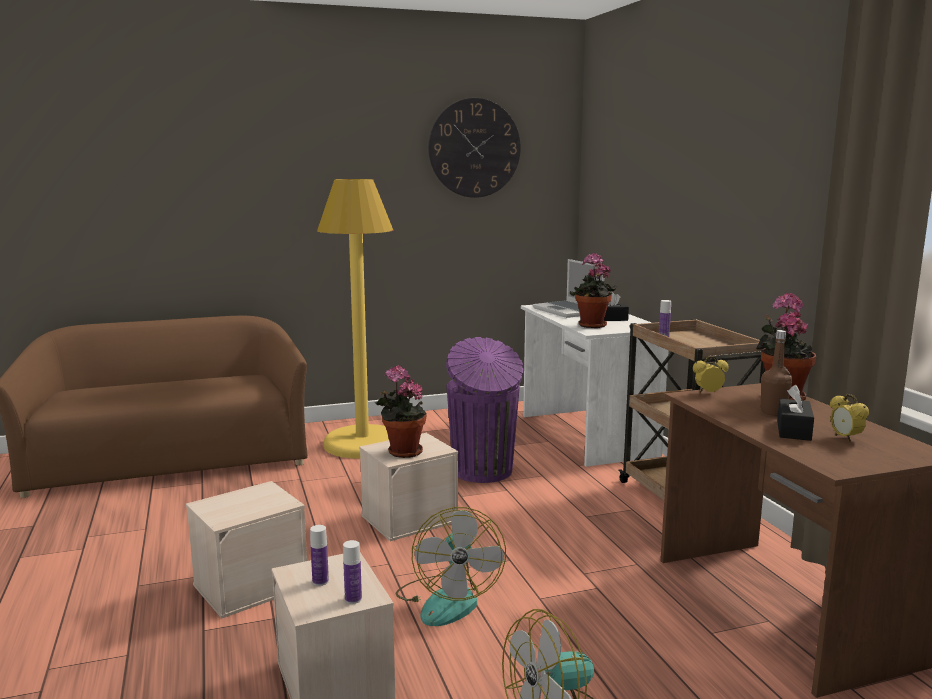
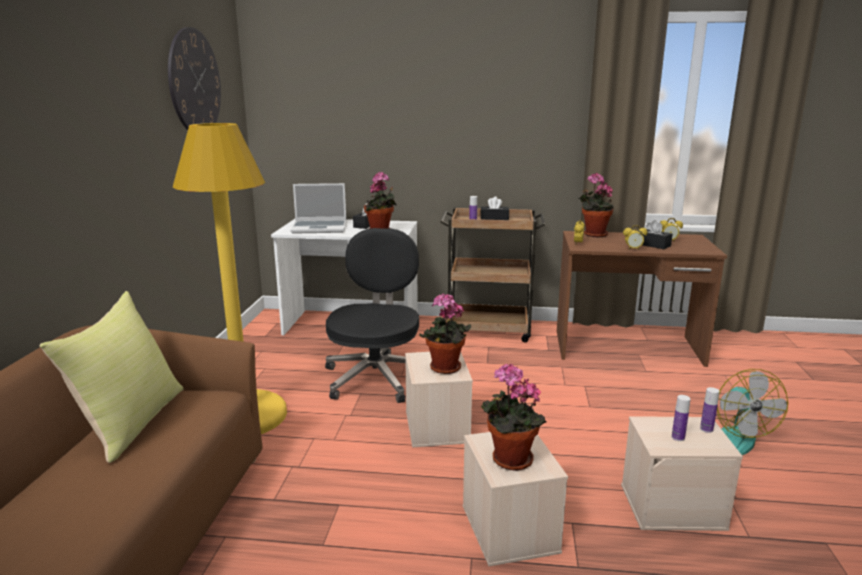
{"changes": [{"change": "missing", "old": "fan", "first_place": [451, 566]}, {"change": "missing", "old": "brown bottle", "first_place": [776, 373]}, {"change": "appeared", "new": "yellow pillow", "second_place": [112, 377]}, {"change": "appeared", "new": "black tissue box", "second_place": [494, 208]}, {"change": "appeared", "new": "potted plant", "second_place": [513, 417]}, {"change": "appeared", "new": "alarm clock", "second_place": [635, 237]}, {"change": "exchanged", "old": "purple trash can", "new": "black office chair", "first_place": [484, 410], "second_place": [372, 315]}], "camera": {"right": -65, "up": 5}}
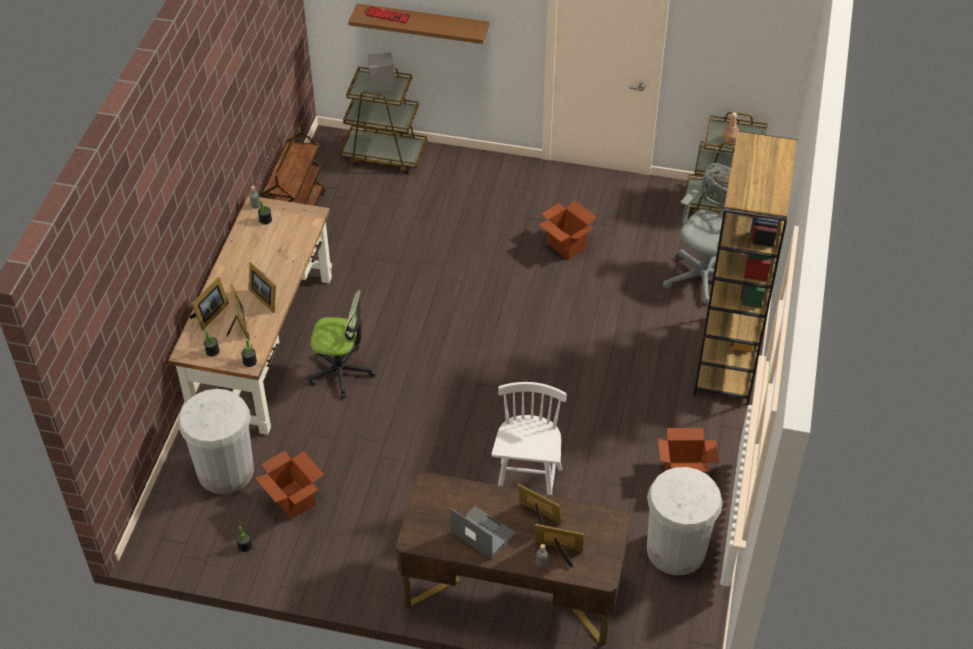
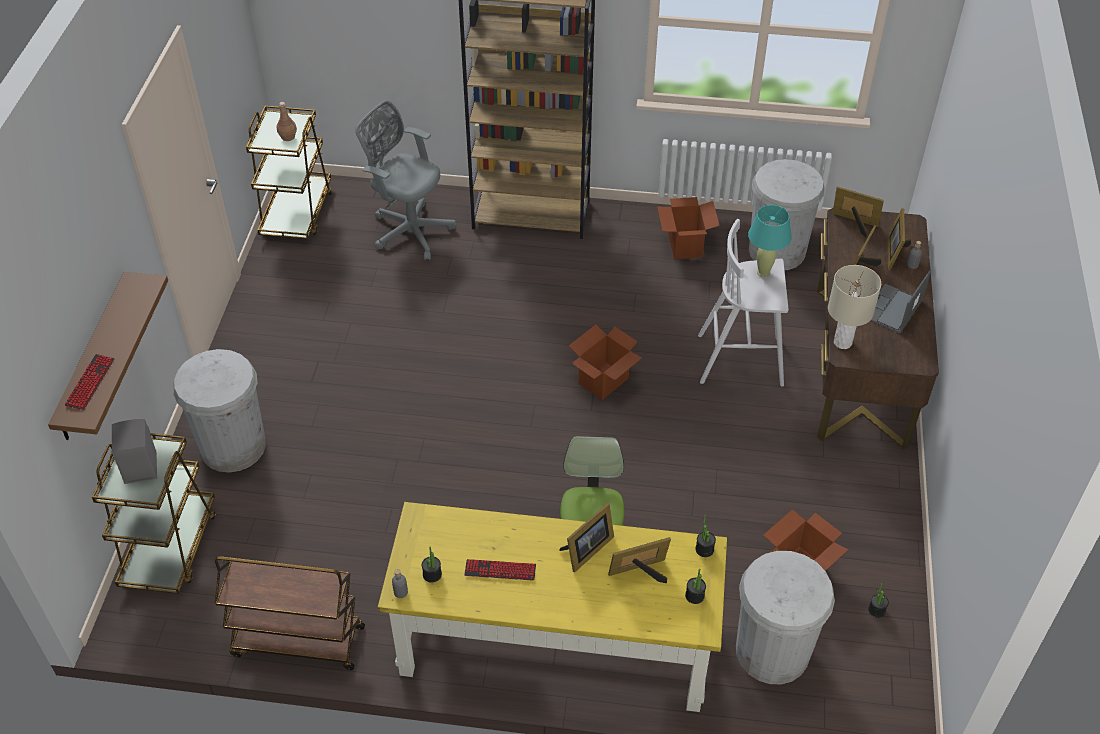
{"changes": [{"change": "appeared", "new": "white trash can", "second_place": [219, 411]}, {"change": "appeared", "new": "keyboard", "second_place": [500, 570]}, {"change": "appeared", "new": "turquoise table lamp", "second_place": [770, 241]}, {"change": "appeared", "new": "beige table lamp", "second_place": [854, 307]}, {"change": "relocated", "old": "picture frame", "first_place": [209, 303], "second_place": [858, 211]}, {"change": "relocated", "old": "cardboard box", "first_place": [568, 230], "second_place": [605, 362]}, {"change": "colour", "old": "brown desk", "new": "yellow desk", "first_place": [250, 315], "second_place": [552, 607]}], "camera": {"right": -95, "up": 0}}
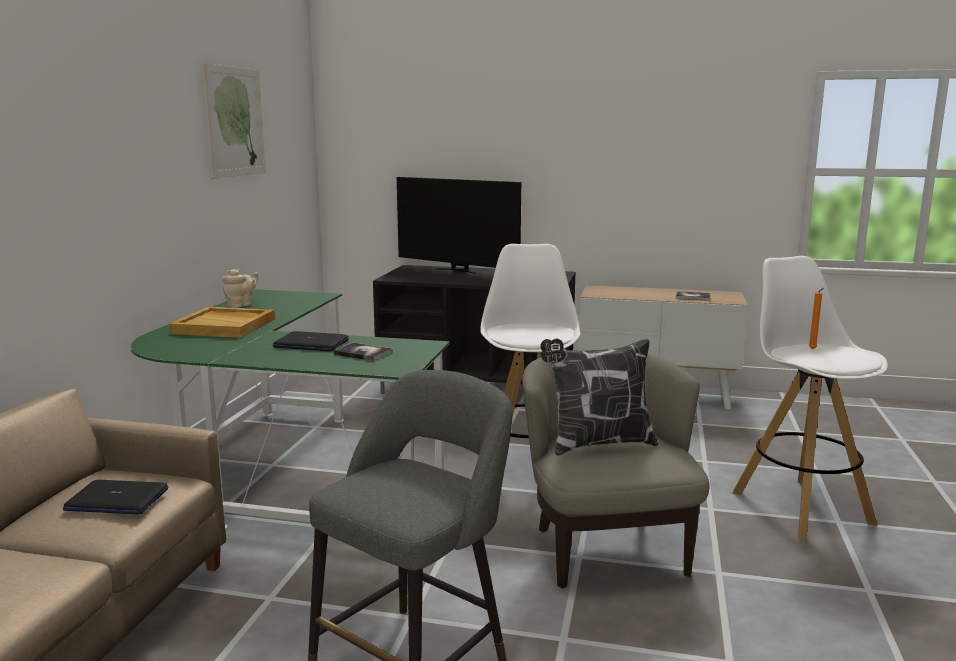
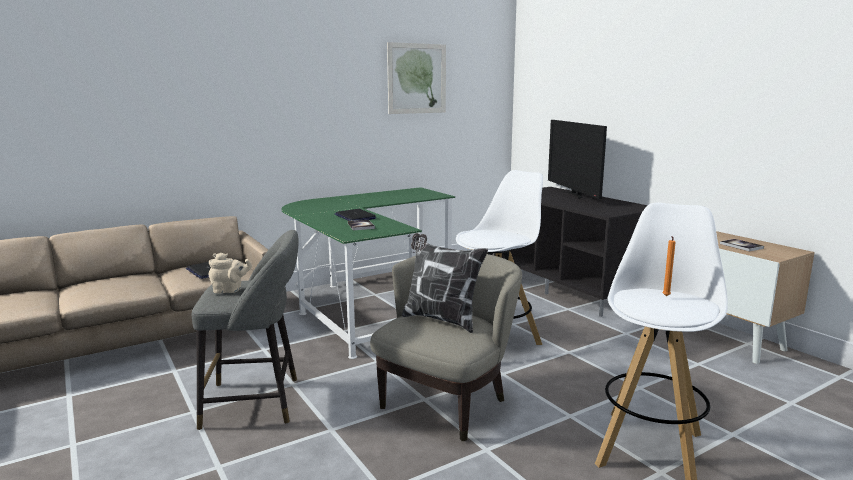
{"changes": [{"change": "missing", "old": "beige tray", "first_place": [222, 322]}, {"change": "relocated", "old": "beige teapot", "first_place": [240, 288], "second_place": [230, 273]}], "camera": {"right": 45, "up": 0}}
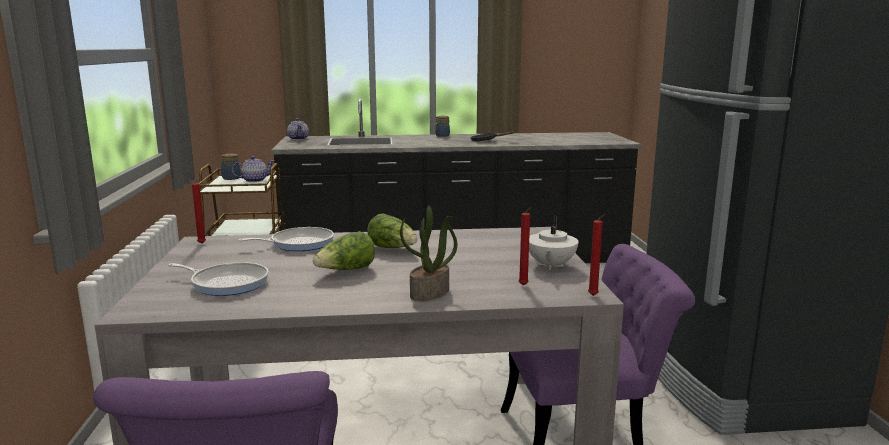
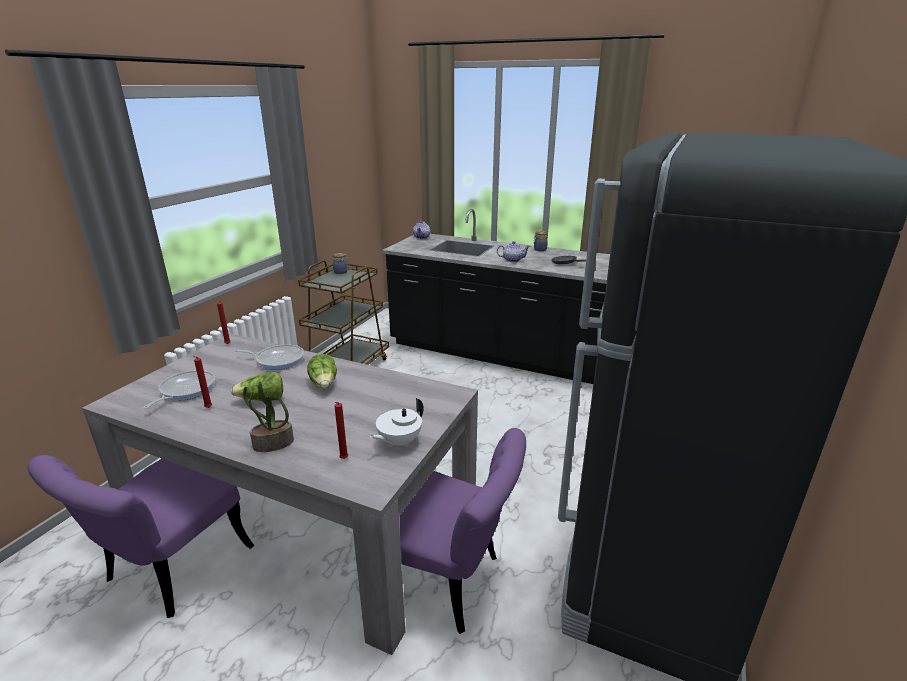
{"changes": [{"change": "relocated", "old": "teapot", "first_place": [253, 169], "second_place": [513, 251]}, {"change": "relocated", "old": "red candle", "first_place": [596, 255], "second_place": [202, 382]}, {"change": "spun", "old": "frying pan", "first_place": [218, 279], "second_place": [179, 389], "degrees": -120}], "camera": {"right": 30, "up": 10}}
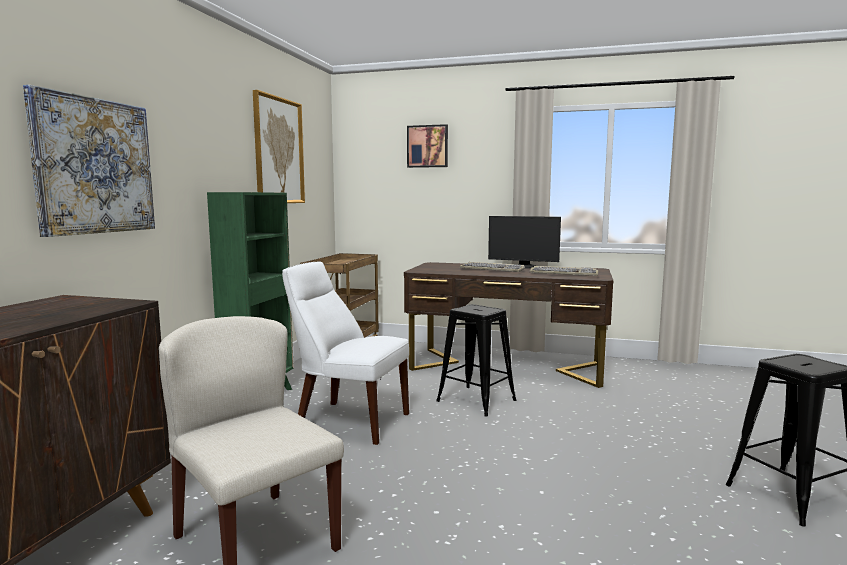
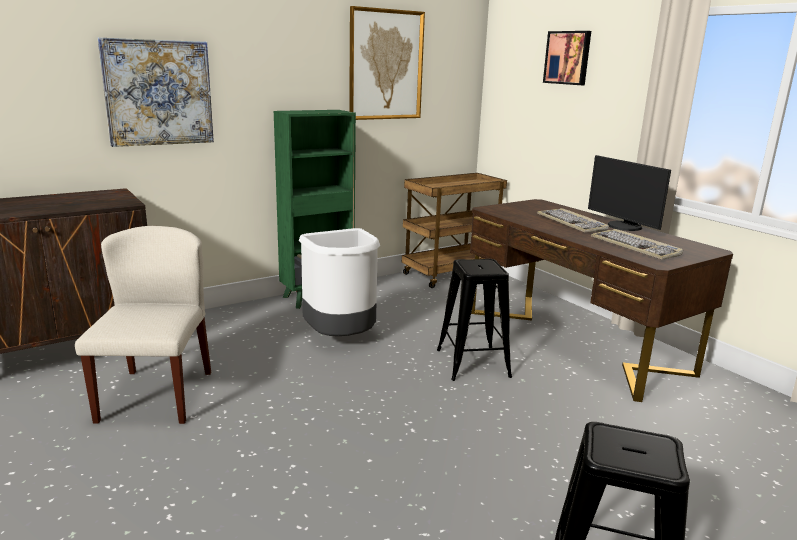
{"changes": [{"change": "exchanged", "old": "white chair", "new": "white trash can", "first_place": [345, 353], "second_place": [339, 284]}], "camera": {"right": 40, "up": 10}}
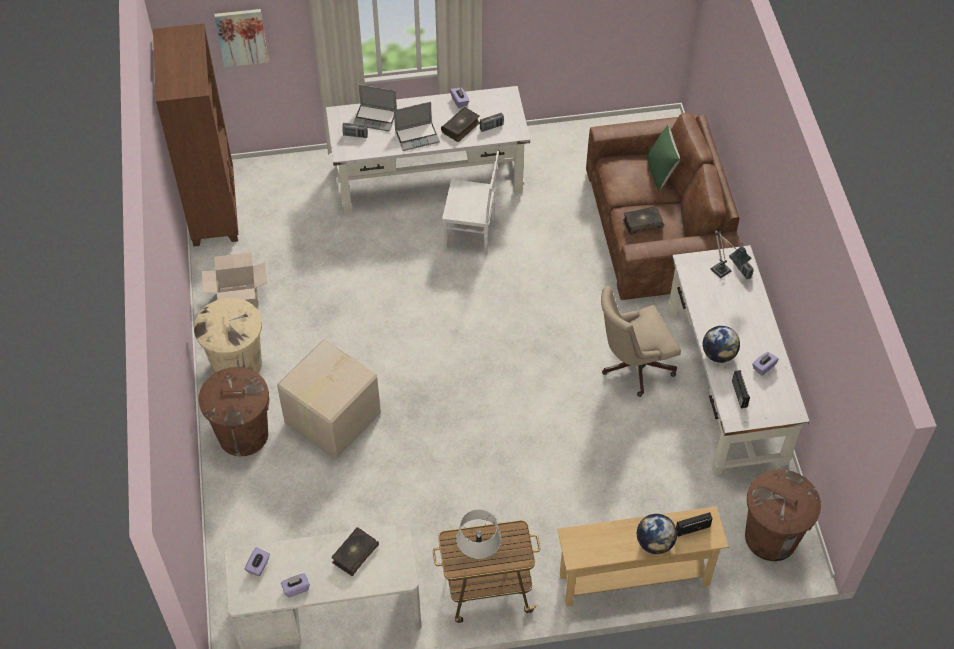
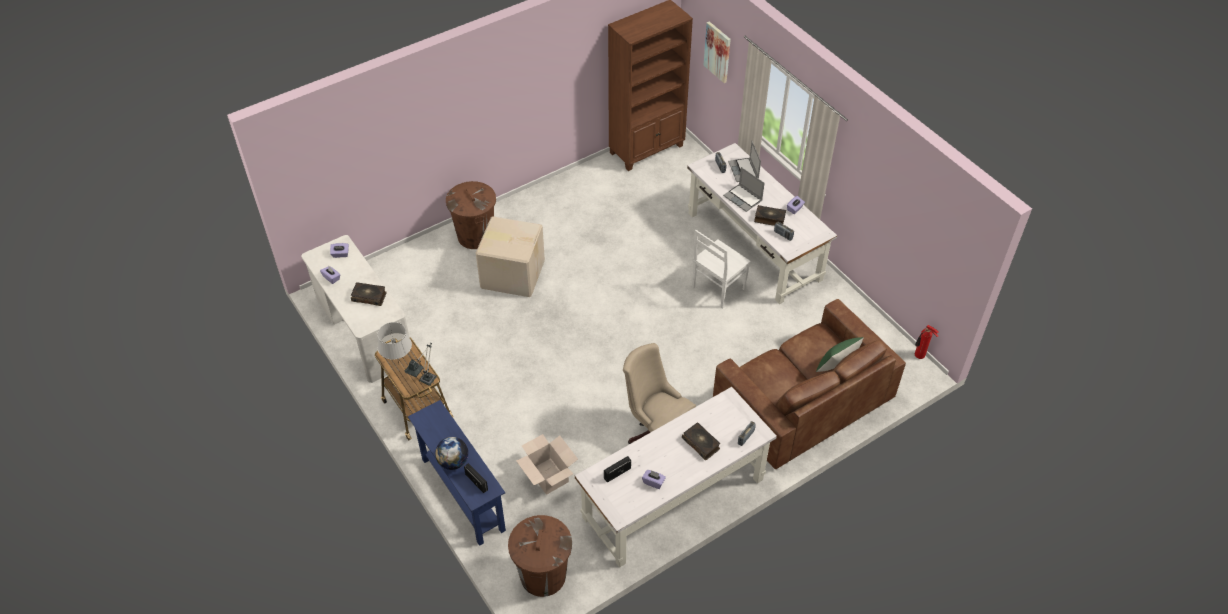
{"changes": [{"change": "missing", "old": "beige trash can", "first_place": [228, 336]}, {"change": "missing", "old": "globe", "first_place": [721, 344]}, {"change": "appeared", "new": "fire extinguisher", "second_place": [927, 342]}, {"change": "relocated", "old": "cardboard box", "first_place": [234, 279], "second_place": [547, 464]}, {"change": "relocated", "old": "book", "first_place": [643, 220], "second_place": [701, 441]}, {"change": "relocated", "old": "table lamp", "first_place": [731, 254], "second_place": [420, 364]}, {"change": "colour", "old": "beige console table", "new": "blue console table", "first_place": [643, 556], "second_place": [457, 473]}, {"change": "spun", "old": "white chair", "first_place": [470, 203], "second_place": [721, 269], "degrees": 60}], "camera": {"right": 65, "up": -5}}
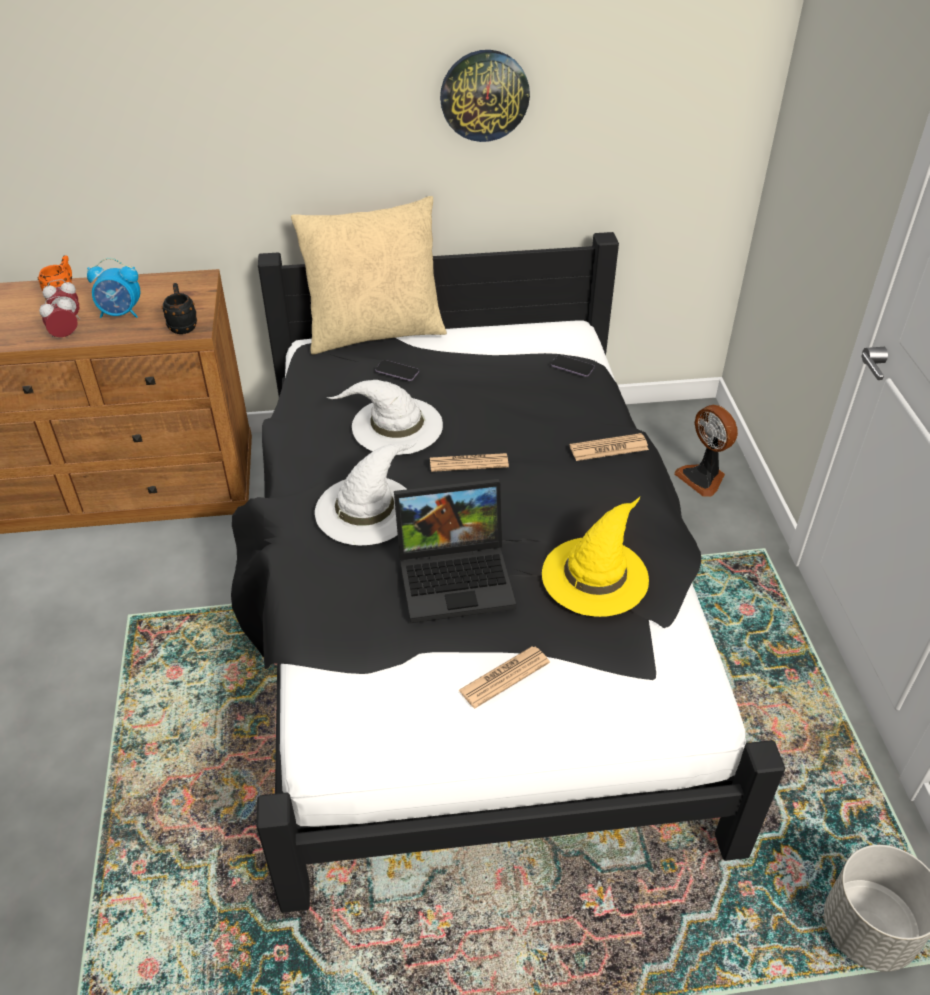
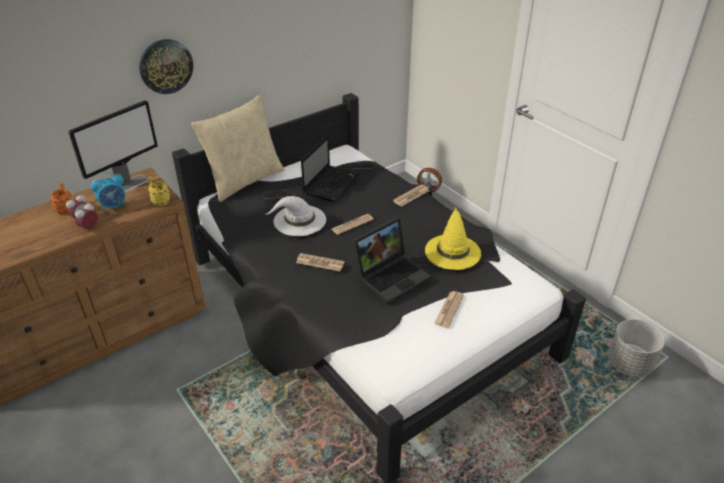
{"changes": [{"change": "appeared", "new": "monitor", "second_place": [113, 146]}, {"change": "appeared", "new": "laptop", "second_place": [330, 168]}, {"change": "relocated", "old": "wall clock", "first_place": [485, 96], "second_place": [166, 66]}, {"change": "exchanged", "old": "white hat", "new": "newspaper", "first_place": [366, 493], "second_place": [320, 262]}, {"change": "colour", "old": "black mug", "new": "yellow mug", "first_place": [179, 308], "second_place": [159, 191]}], "camera": {"right": -30, "up": -5}}
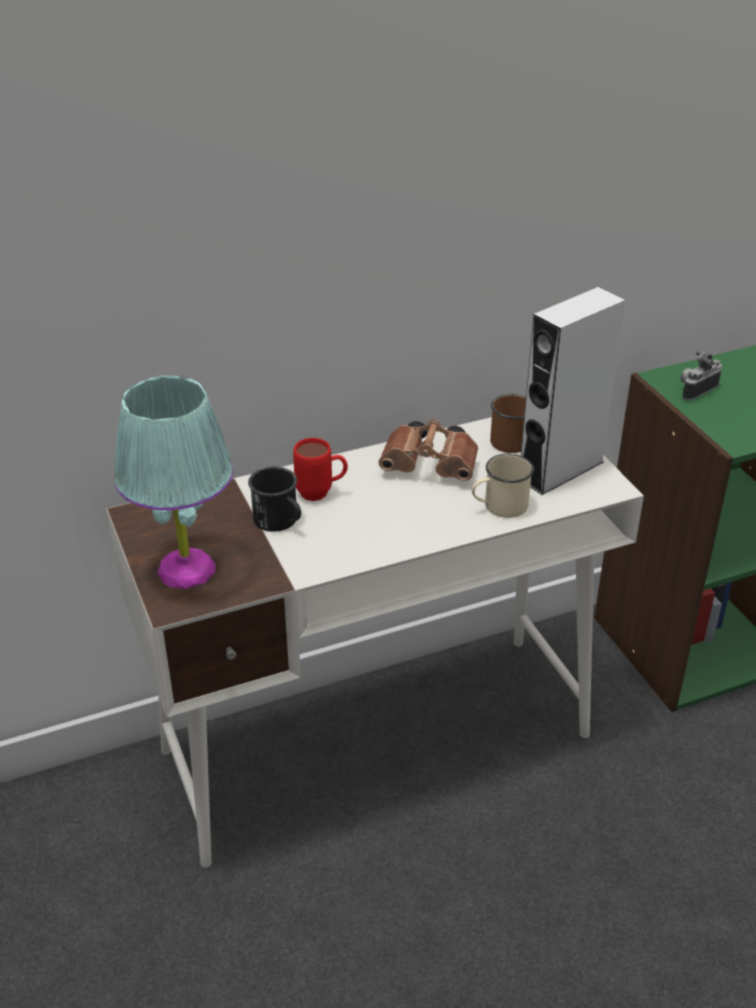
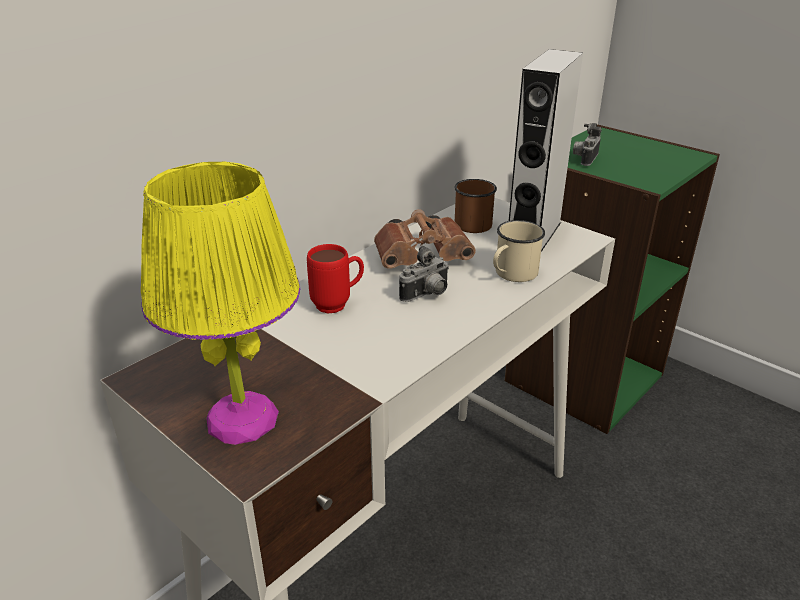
{"changes": [{"change": "missing", "old": "black mug", "first_place": [274, 499]}, {"change": "appeared", "new": "photo camera", "second_place": [424, 273]}, {"change": "colour", "old": "turquoise table lamp", "new": "yellow table lamp", "first_place": [174, 482], "second_place": [220, 303]}], "camera": {"right": -25, "up": -5}}
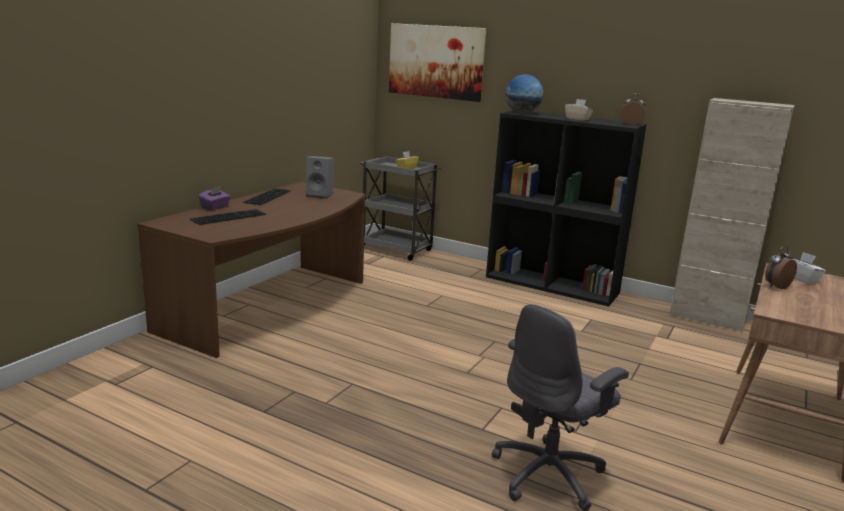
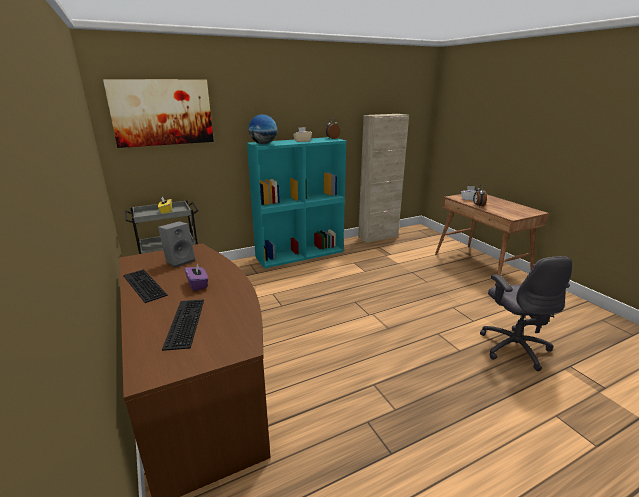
{"changes": [{"change": "relocated", "old": "purple tissue box", "first_place": [214, 198], "second_place": [196, 276]}, {"change": "colour", "old": "black bookcase", "new": "turquoise bookcase", "first_place": [566, 208], "second_place": [296, 203]}], "camera": {"right": -55, "up": 5}}
